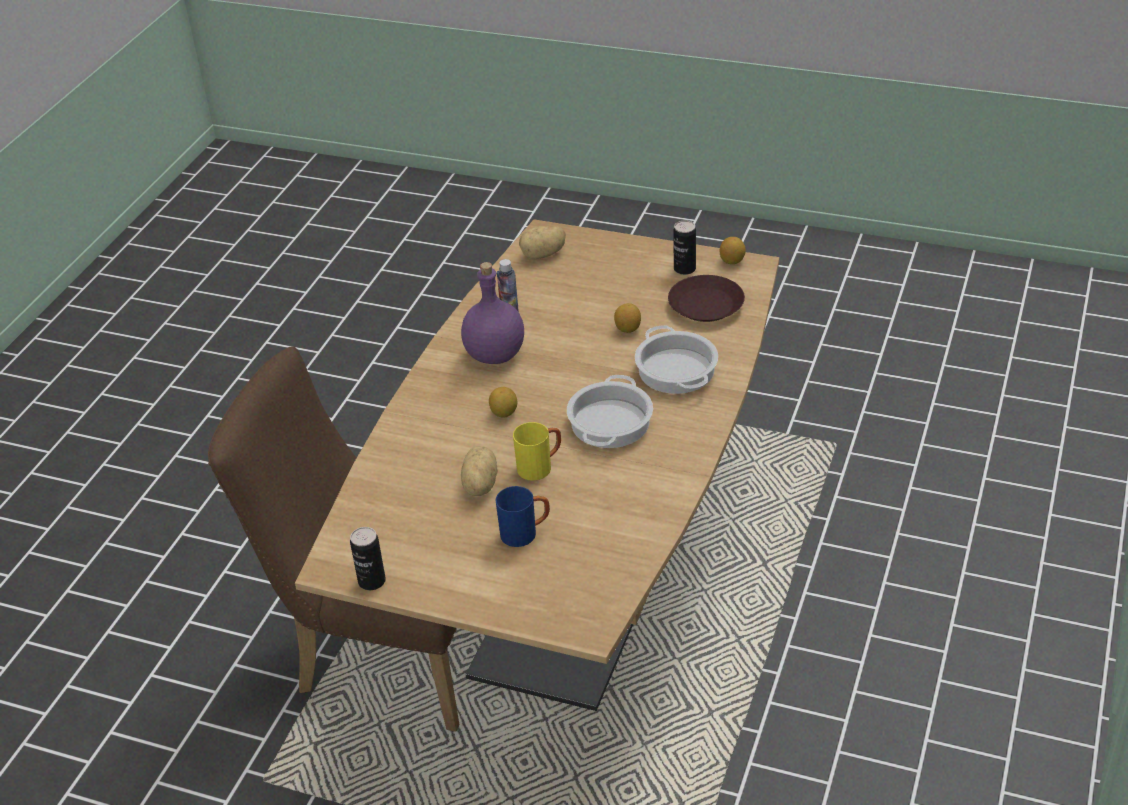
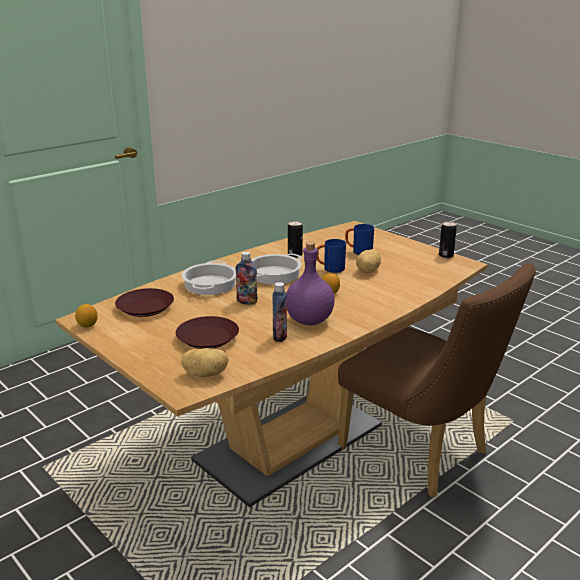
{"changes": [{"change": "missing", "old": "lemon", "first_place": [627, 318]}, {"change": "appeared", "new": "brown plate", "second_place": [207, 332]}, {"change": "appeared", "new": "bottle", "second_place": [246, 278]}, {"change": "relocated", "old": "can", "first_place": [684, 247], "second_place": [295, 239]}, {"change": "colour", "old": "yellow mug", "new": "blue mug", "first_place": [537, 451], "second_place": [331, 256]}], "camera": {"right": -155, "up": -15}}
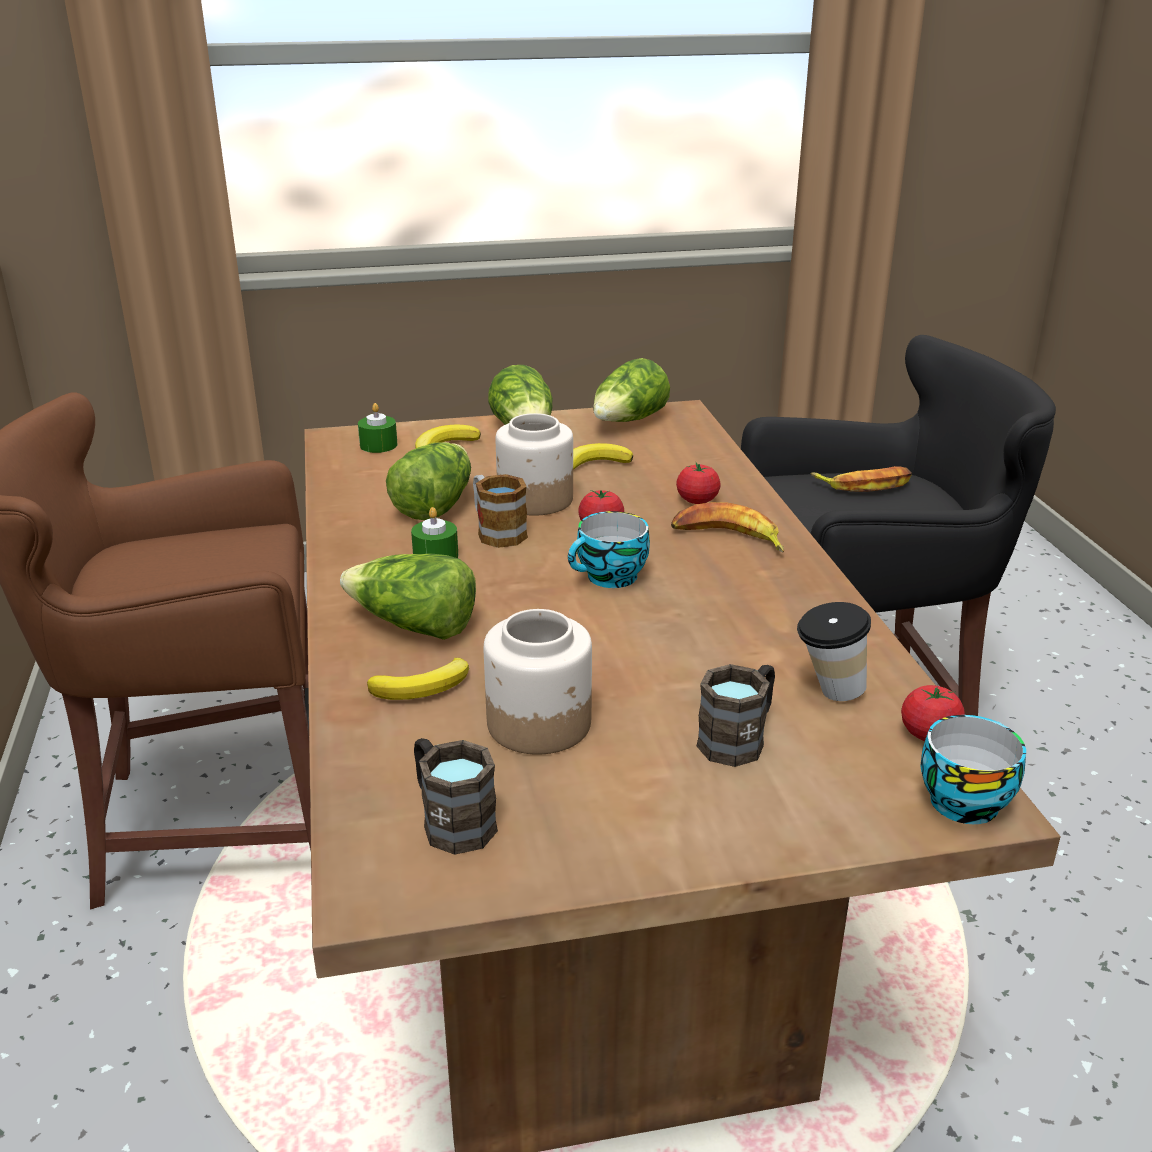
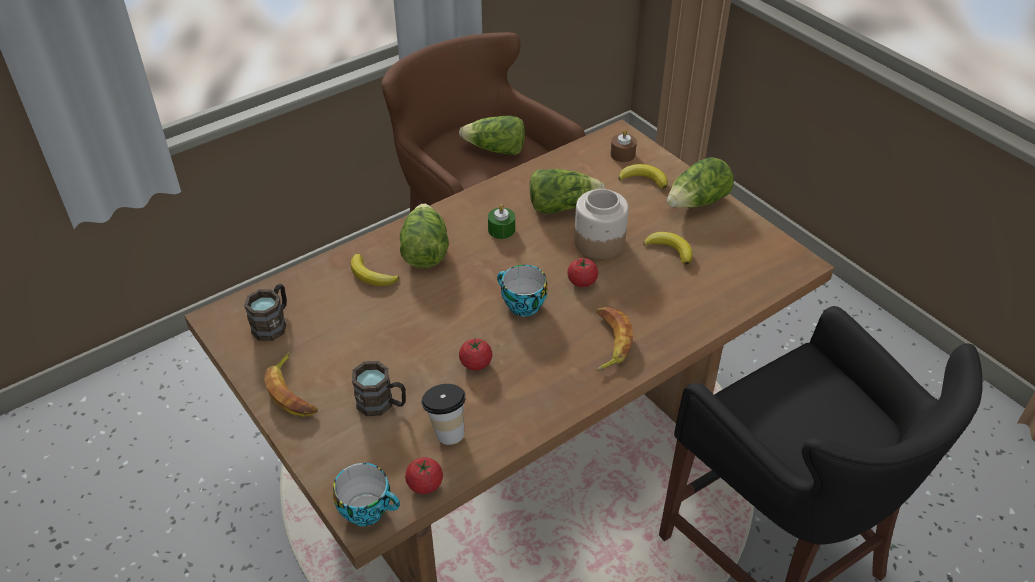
{"changes": [{"change": "missing", "old": "mug", "first_place": [500, 511]}, {"change": "missing", "old": "jar", "first_place": [538, 682]}, {"change": "relocated", "old": "lettuce", "first_place": [631, 390], "second_place": [492, 135]}, {"change": "relocated", "old": "tomato", "first_place": [698, 483], "second_place": [475, 354]}, {"change": "relocated", "old": "banana", "first_place": [861, 479], "second_place": [291, 384]}, {"change": "colour", "old": "green candle", "new": "brown candle", "first_place": [377, 428], "second_place": [623, 146]}], "camera": {"right": 65, "up": 15}}
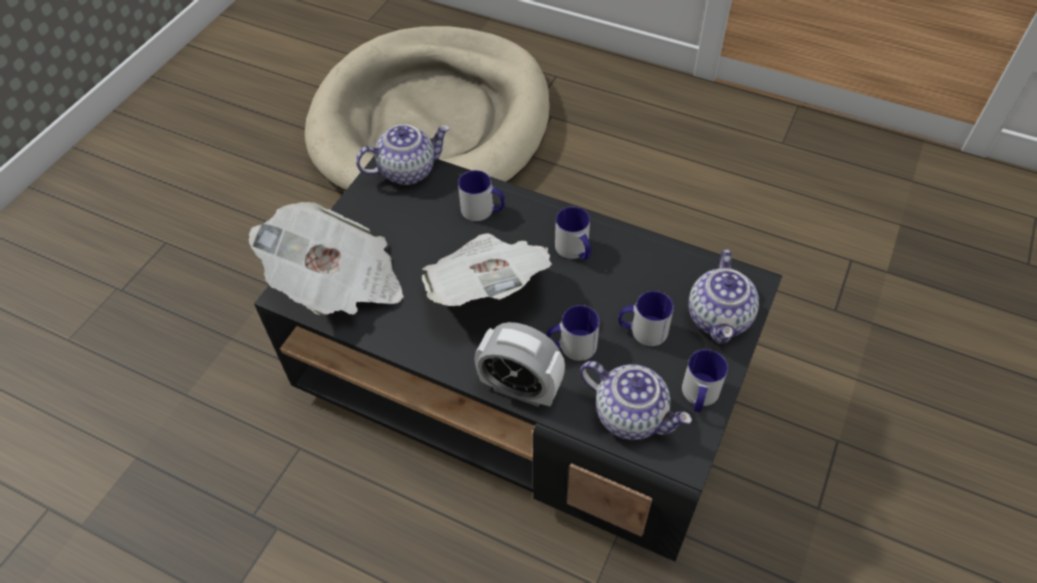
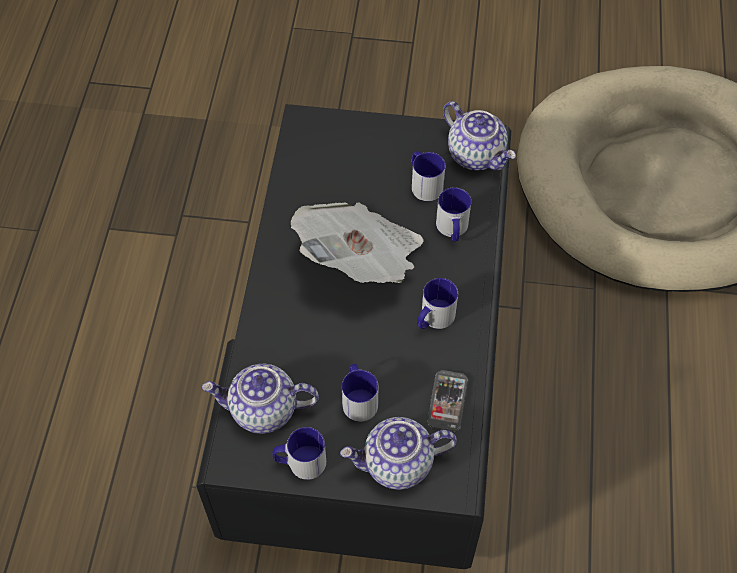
{"changes": [{"change": "missing", "old": "newspaper", "first_place": [326, 259]}, {"change": "missing", "old": "alarm clock", "first_place": [519, 364]}, {"change": "appeared", "new": "phone", "second_place": [447, 401]}, {"change": "relocated", "old": "mug", "first_place": [573, 333], "second_place": [428, 176]}, {"change": "spun", "old": "teapot", "first_place": [636, 400], "second_place": [260, 399], "degrees": 75}], "camera": {"right": 70, "up": 5}}
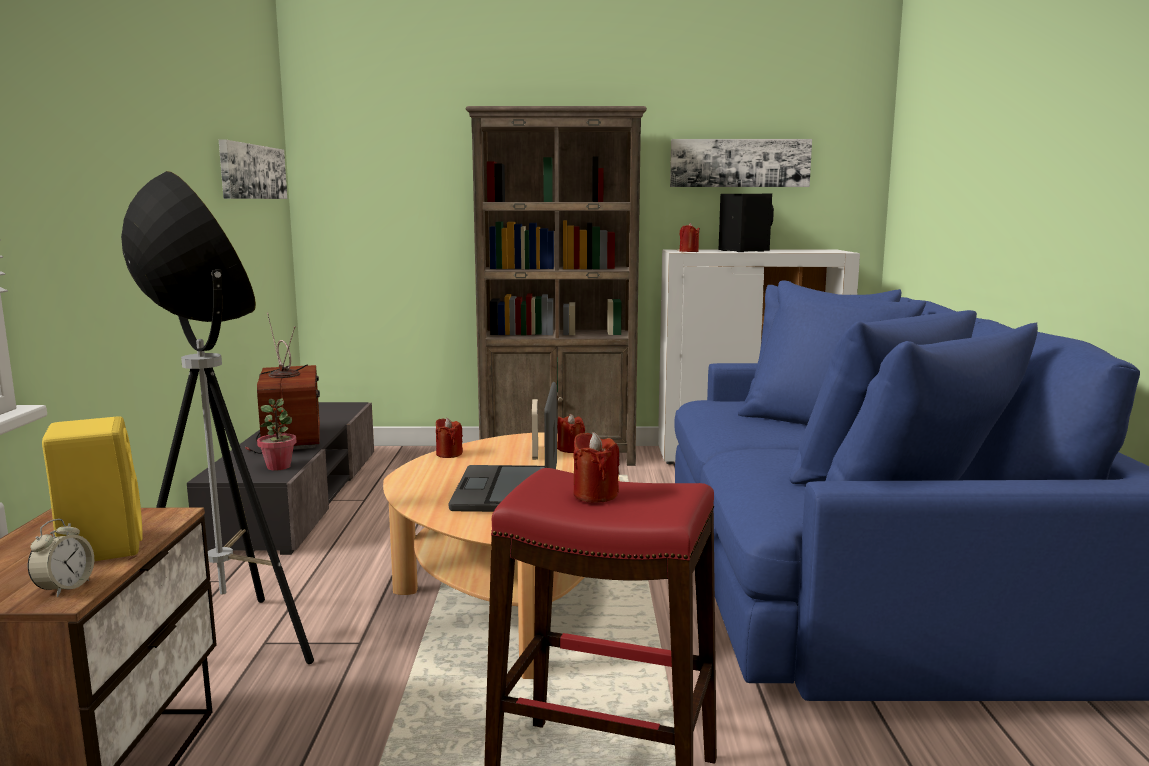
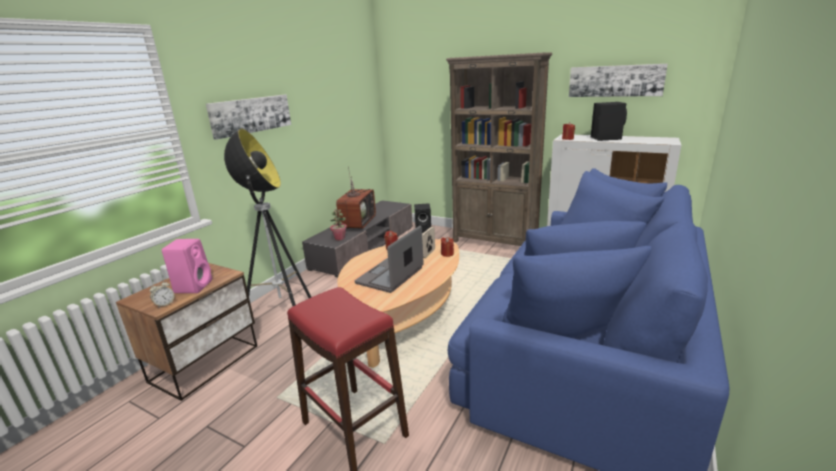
{"changes": [{"change": "missing", "old": "red candle", "first_place": [596, 467]}, {"change": "appeared", "new": "black speaker", "second_place": [422, 218]}, {"change": "relocated", "old": "picture", "first_place": [253, 169], "second_place": [248, 117]}, {"change": "colour", "old": "yellow speaker", "new": "pink speaker", "first_place": [92, 488], "second_place": [187, 266]}], "camera": {"right": 30, "up": 10}}
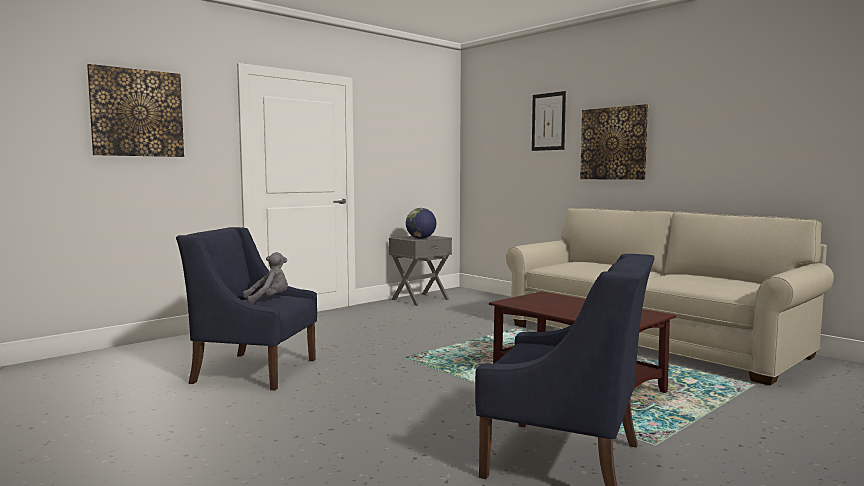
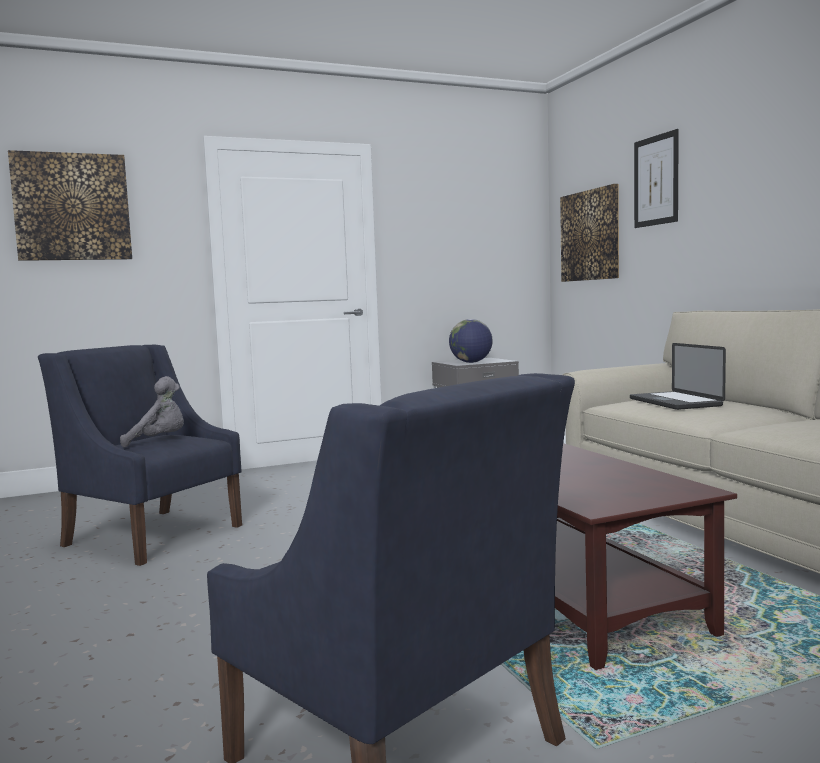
{"changes": [{"change": "appeared", "new": "laptop", "second_place": [678, 376]}, {"change": "relocated", "old": "picture", "first_place": [614, 142], "second_place": [589, 233]}], "camera": {"right": 20, "up": 0}}
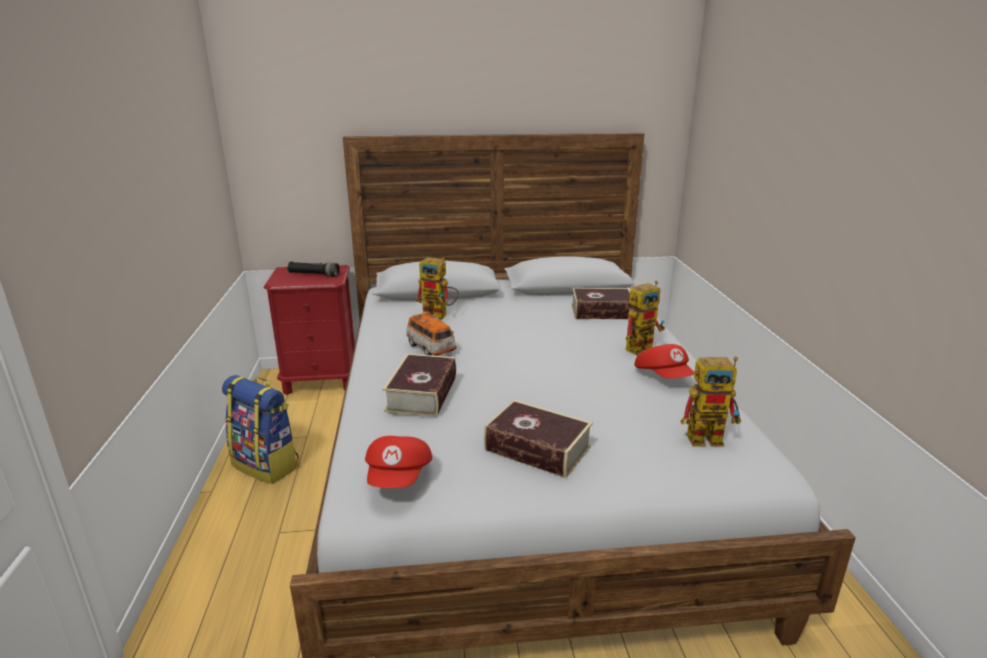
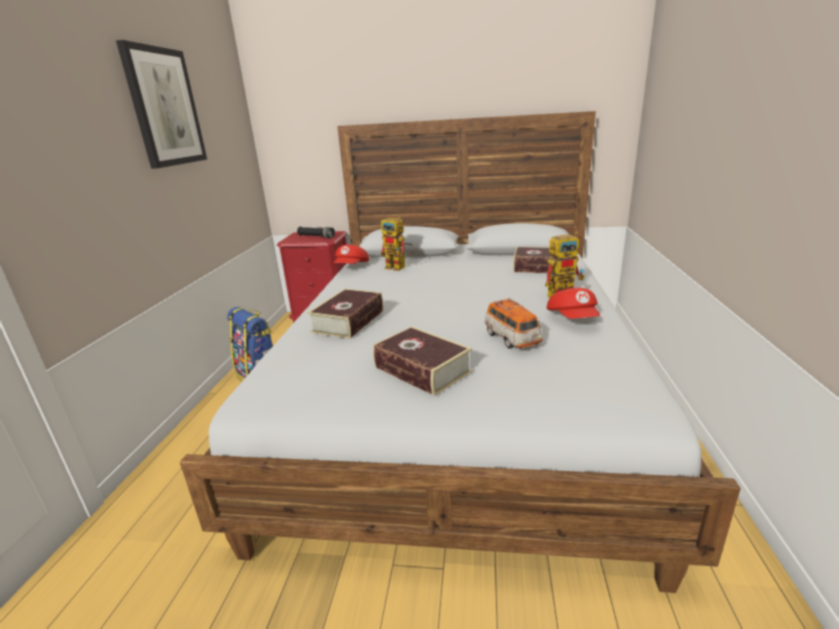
{"changes": [{"change": "missing", "old": "toy robot", "first_place": [711, 401]}, {"change": "appeared", "new": "picture", "second_place": [161, 104]}, {"change": "relocated", "old": "red cap", "first_place": [398, 462], "second_place": [351, 254]}, {"change": "relocated", "old": "toy car", "first_place": [431, 333], "second_place": [514, 323]}], "camera": {"right": 15, "up": 0}}
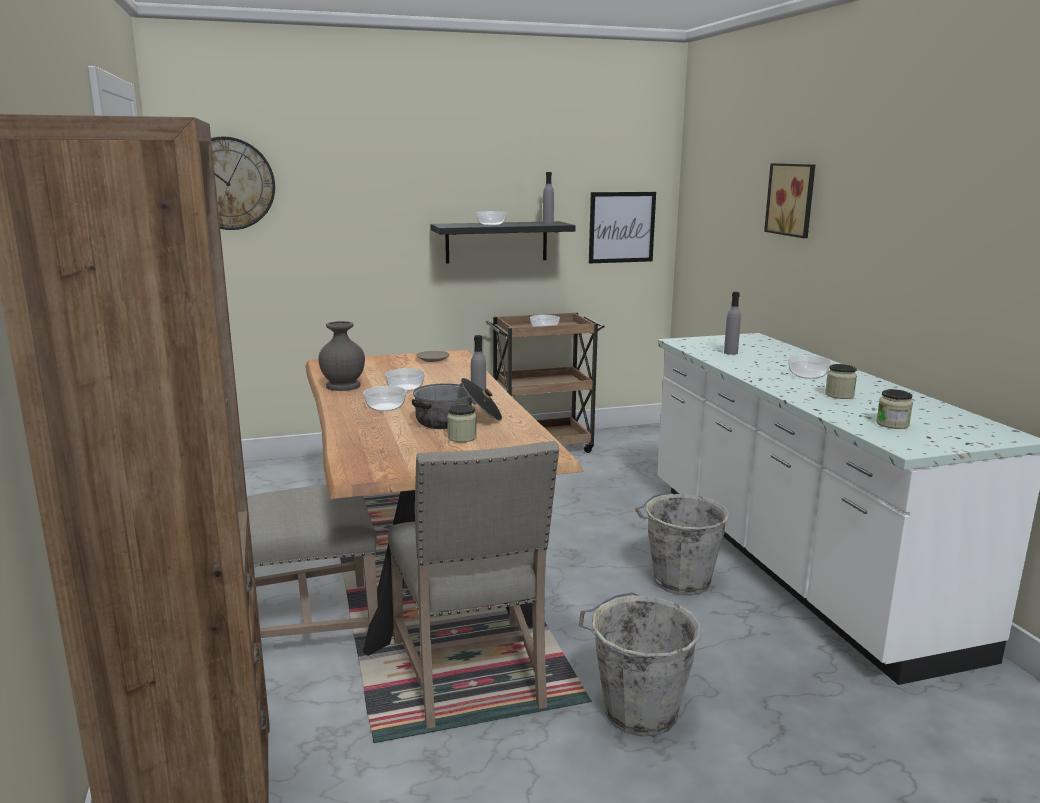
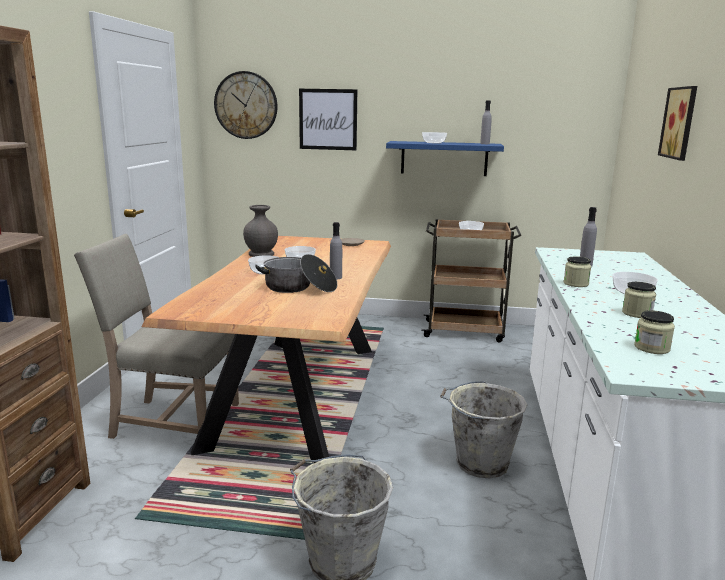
{"changes": [{"change": "missing", "old": "beige chair", "first_place": [473, 585]}, {"change": "relocated", "old": "jar", "first_place": [462, 423], "second_place": [577, 271]}, {"change": "relocated", "old": "picture", "first_place": [622, 227], "second_place": [328, 119]}, {"change": "colour", "old": "black shelf", "new": "blue shelf", "first_place": [503, 242], "second_place": [445, 158]}], "camera": {"right": 25, "up": 0}}
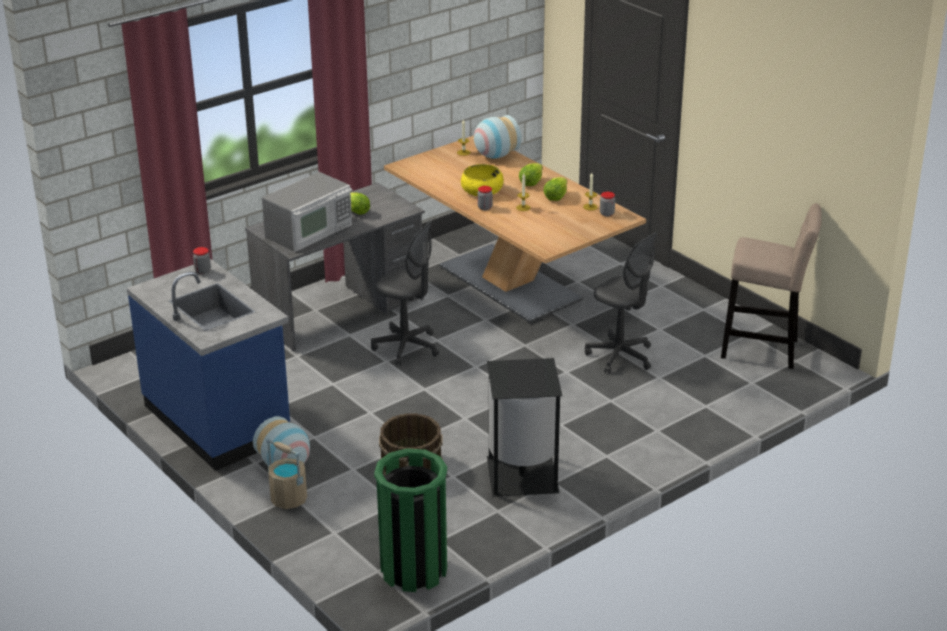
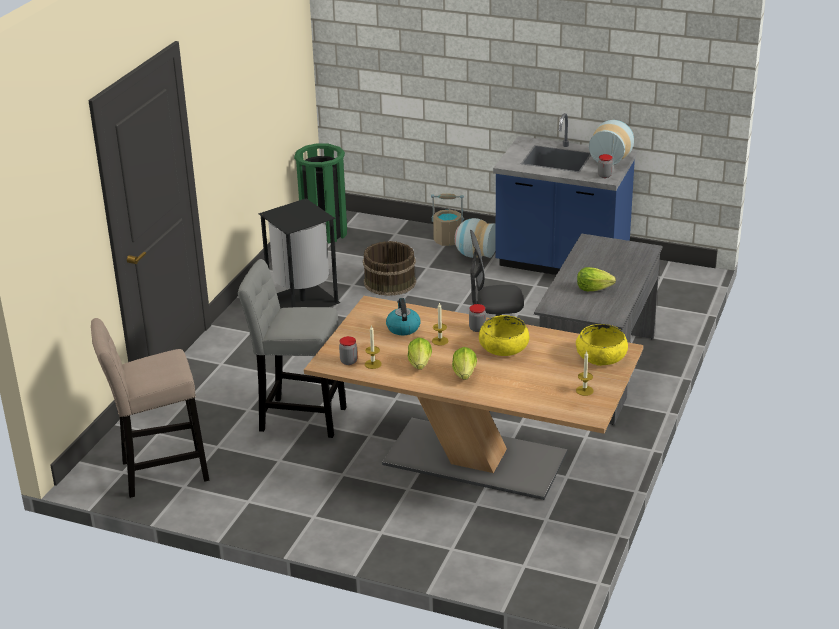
{"changes": [{"change": "missing", "old": "microwave", "first_place": [307, 212]}, {"change": "appeared", "new": "kettle", "second_place": [403, 316]}, {"change": "appeared", "new": "yellow bowl", "second_place": [602, 345]}, {"change": "relocated", "old": "vase", "first_place": [497, 137], "second_place": [611, 142]}, {"change": "exchanged", "old": "grey office chair", "new": "grey stool", "first_place": [621, 303], "second_place": [292, 348]}], "camera": {"right": 150, "up": 0}}
